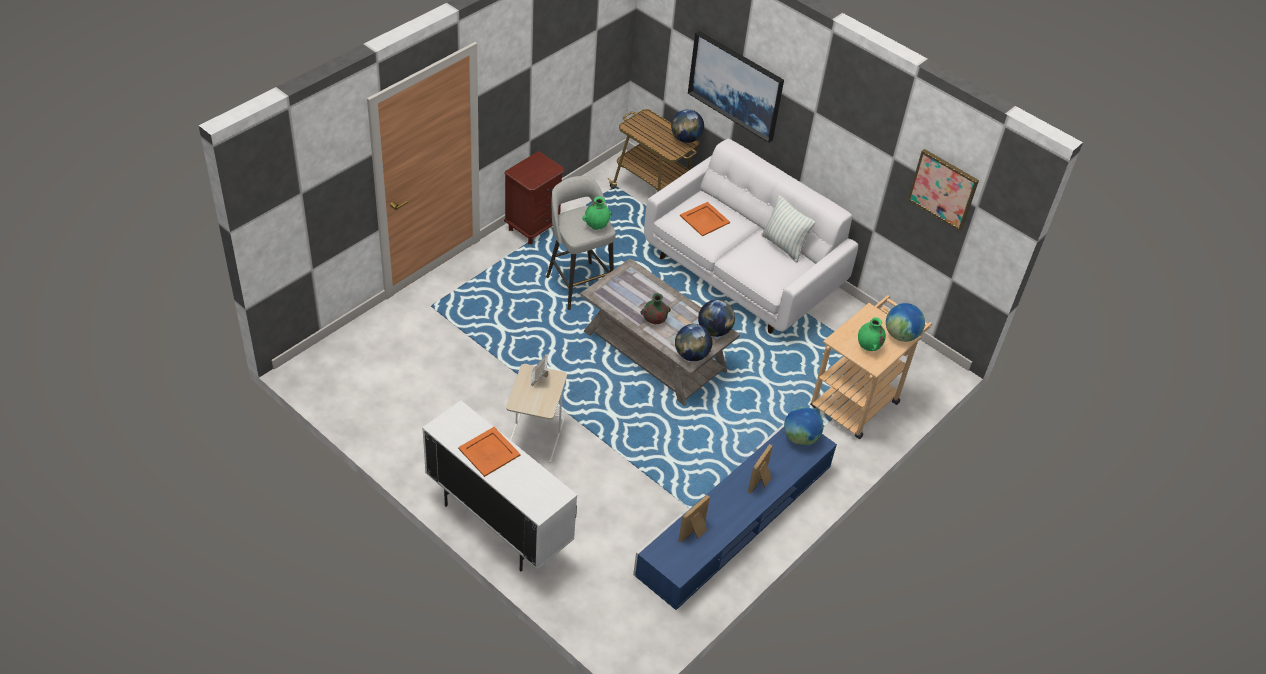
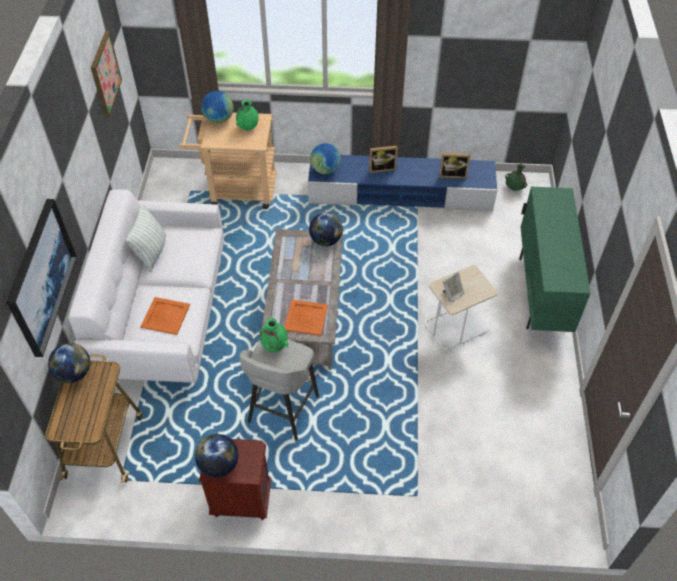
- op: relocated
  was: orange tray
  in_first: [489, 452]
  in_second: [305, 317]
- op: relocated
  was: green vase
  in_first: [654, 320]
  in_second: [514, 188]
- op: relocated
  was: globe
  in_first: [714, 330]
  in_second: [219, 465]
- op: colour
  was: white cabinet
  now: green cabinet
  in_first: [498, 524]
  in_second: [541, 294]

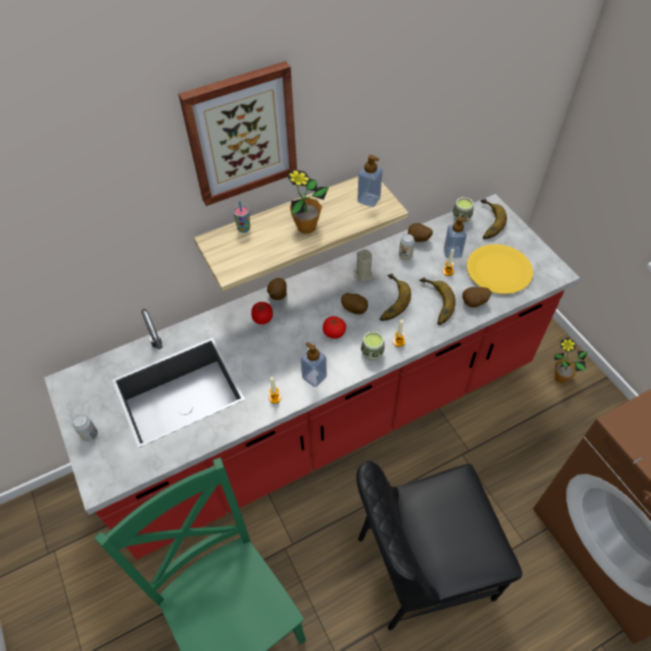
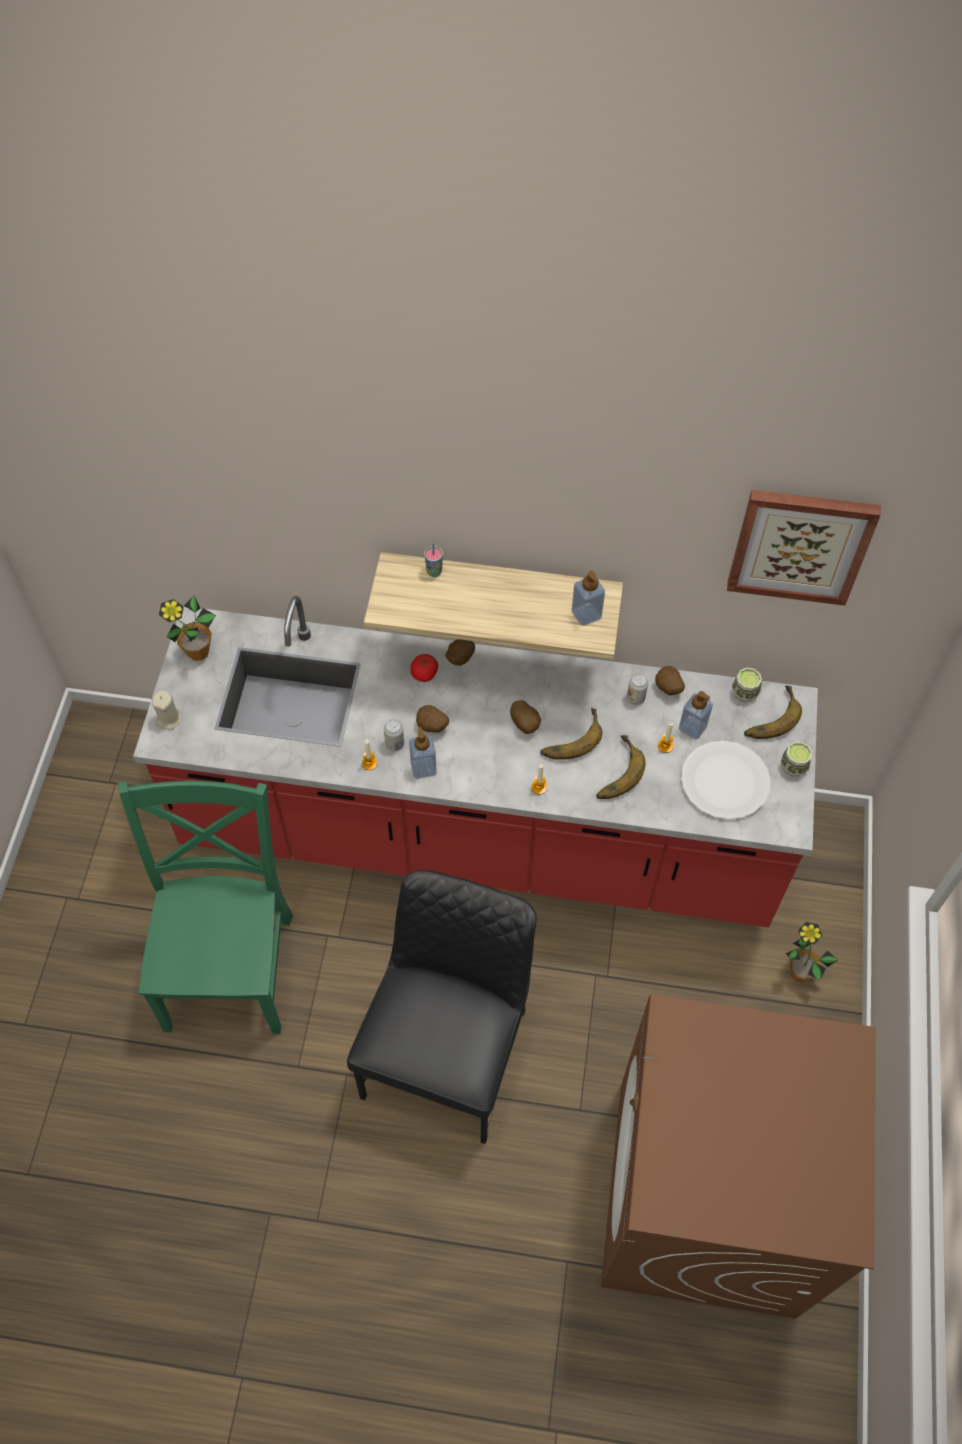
- op: missing
  was: tomato
  in_first: [334, 333]
- op: relocated
  was: can
  in_first: [90, 434]
  in_second: [394, 743]
- op: relocated
  was: picture
  in_first: [241, 134]
  in_second: [800, 545]
- op: relocated
  was: potted plant
  in_first: [306, 227]
  in_second: [198, 652]
- op: relocated
  was: beige candle
  in_first: [362, 275]
  in_second: [168, 719]
- op: relocated
  was: cup
  in_first: [372, 353]
  in_second: [793, 767]
- op: relocated
  was: potato
  in_first: [474, 303]
  in_second: [432, 727]
- op: colour
  was: yellow plate
  now: white plate
  in_first: [498, 270]
  in_second: [724, 781]
- op: spun
  was: black chair
  in_first: [421, 566]
  in_second: [449, 1051]
  clockwise: 90

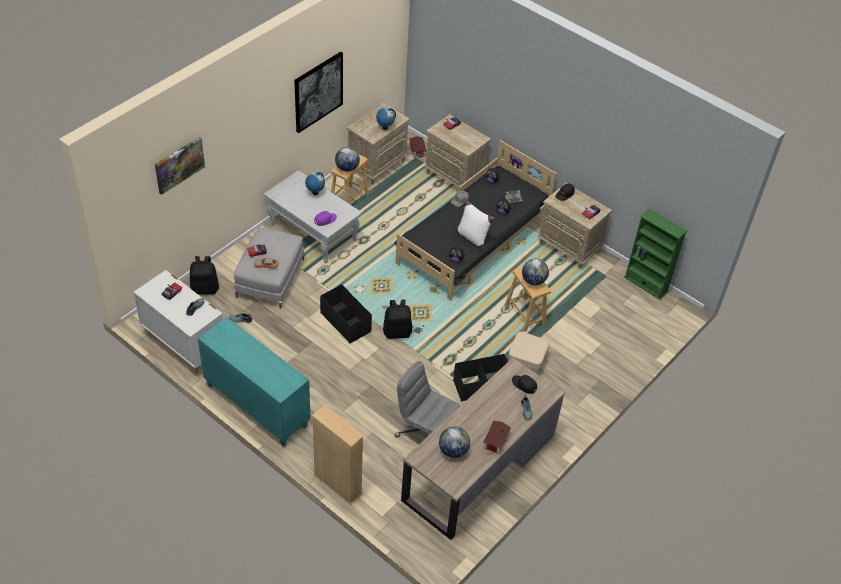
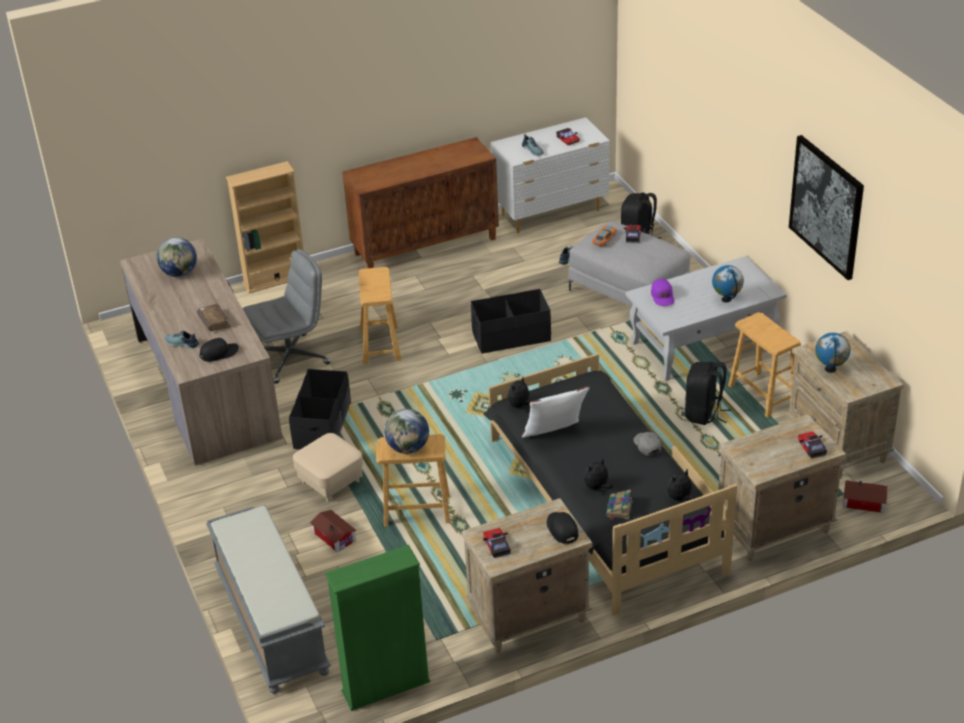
- op: missing
  was: picture
  in_first: [179, 165]
- op: missing
  was: globe
  in_first: [347, 168]
- op: appeared
  now: brown book
  in_second: [214, 322]
- op: appeared
  now: grey bench
  in_second: [270, 621]
- op: appeared
  now: brown stool
  in_second: [380, 345]
- op: relocated
  was: black backpack
  in_first: [397, 332]
  in_second: [704, 413]
- op: relocated
  was: toy house
  in_first: [495, 441]
  in_second: [334, 535]
- op: colour
  was: turquoise cabinet
  now: brown cabinet
  in_first: [256, 405]
  in_second: [426, 246]

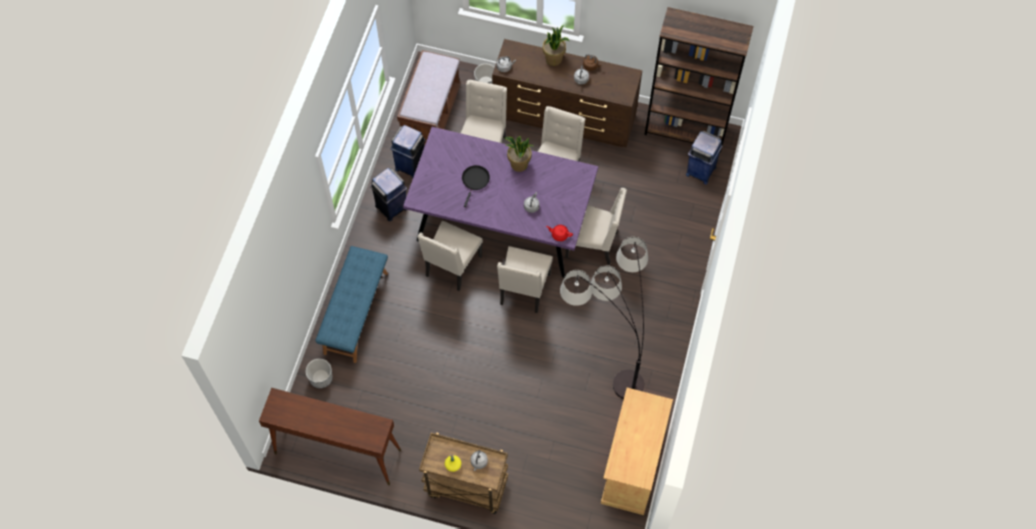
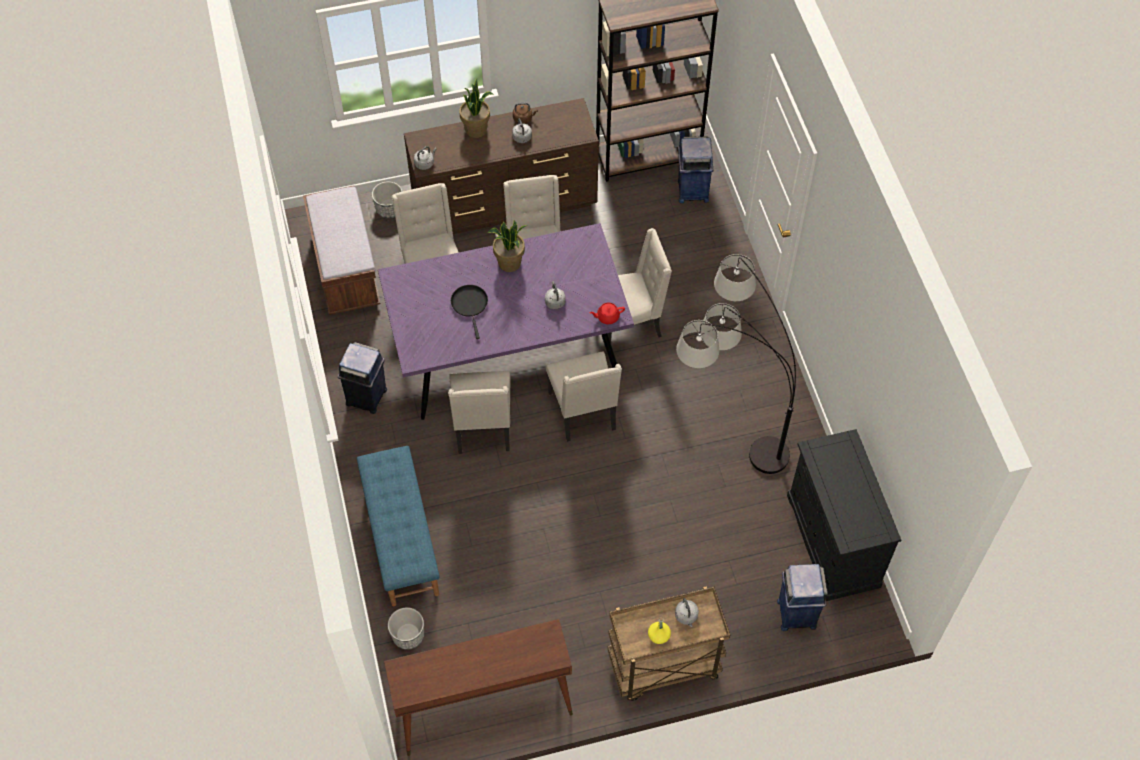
- op: relocated
  was: blue trash can
  in_first: [411, 165]
  in_second: [796, 613]
- op: colour
  was: beige cabinet
  now: black cabinet
  in_first: [632, 466]
  in_second: [832, 541]

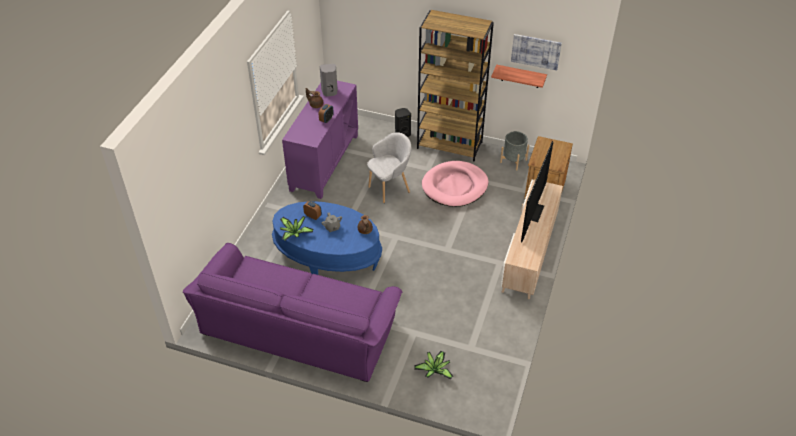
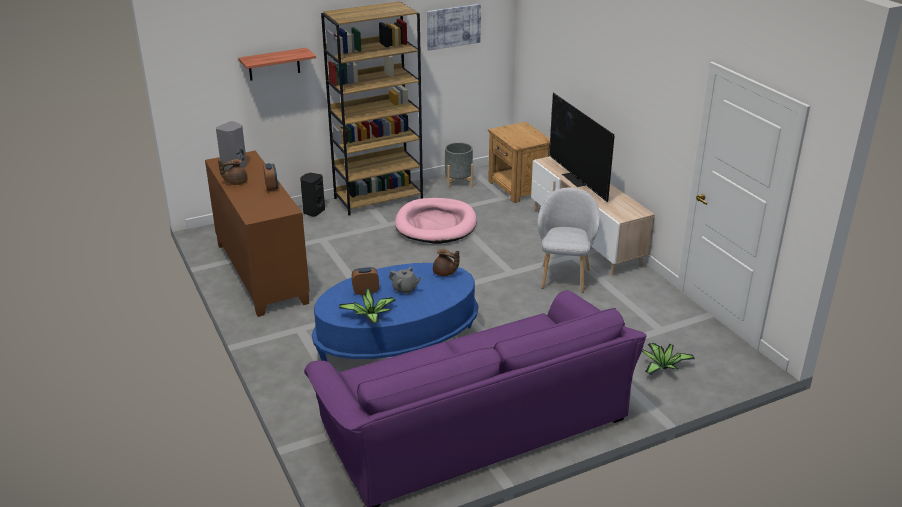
- op: relocated
  was: grey armchair
  in_first: [390, 188]
  in_second: [564, 277]
- op: relocated
  was: shelf
  in_first: [520, 76]
  in_second: [274, 64]
- op: colour
  was: purple cabinet
  now: brown cabinet
  in_first: [324, 162]
  in_second: [260, 273]

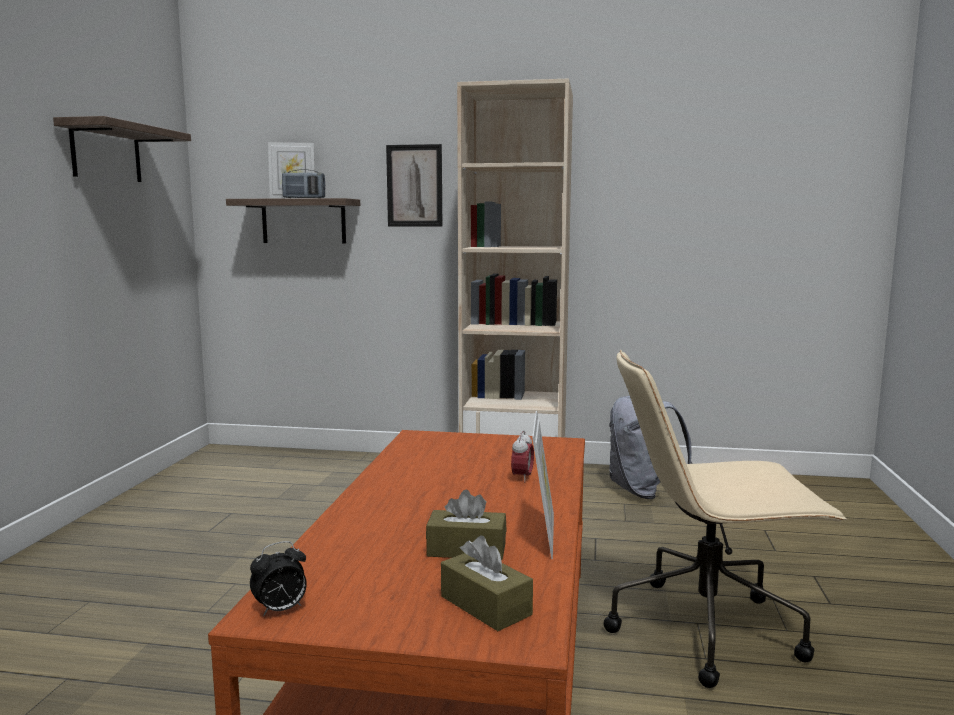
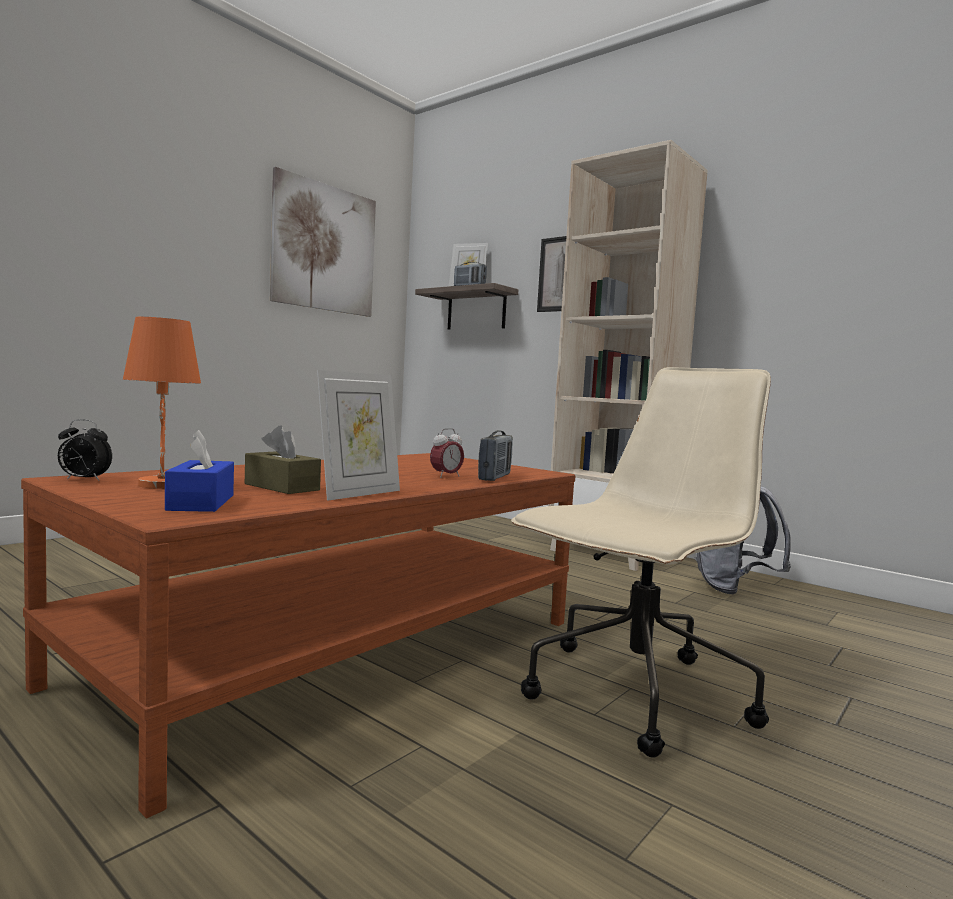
- op: appeared
  now: orange table lamp
  in_second: [161, 484]
- op: appeared
  now: radio
  in_second: [495, 477]
- op: exchanged
  was: shelf
  now: picture
  in_first: [106, 153]
  in_second: [324, 248]
- op: colour
  was: brown tissue box
  now: blue tissue box
  in_first: [485, 605]
  in_second: [201, 502]
- op: spun
  was: beige office chair
  in_first: [708, 629]
  in_second: [635, 696]
  clockwise: 105

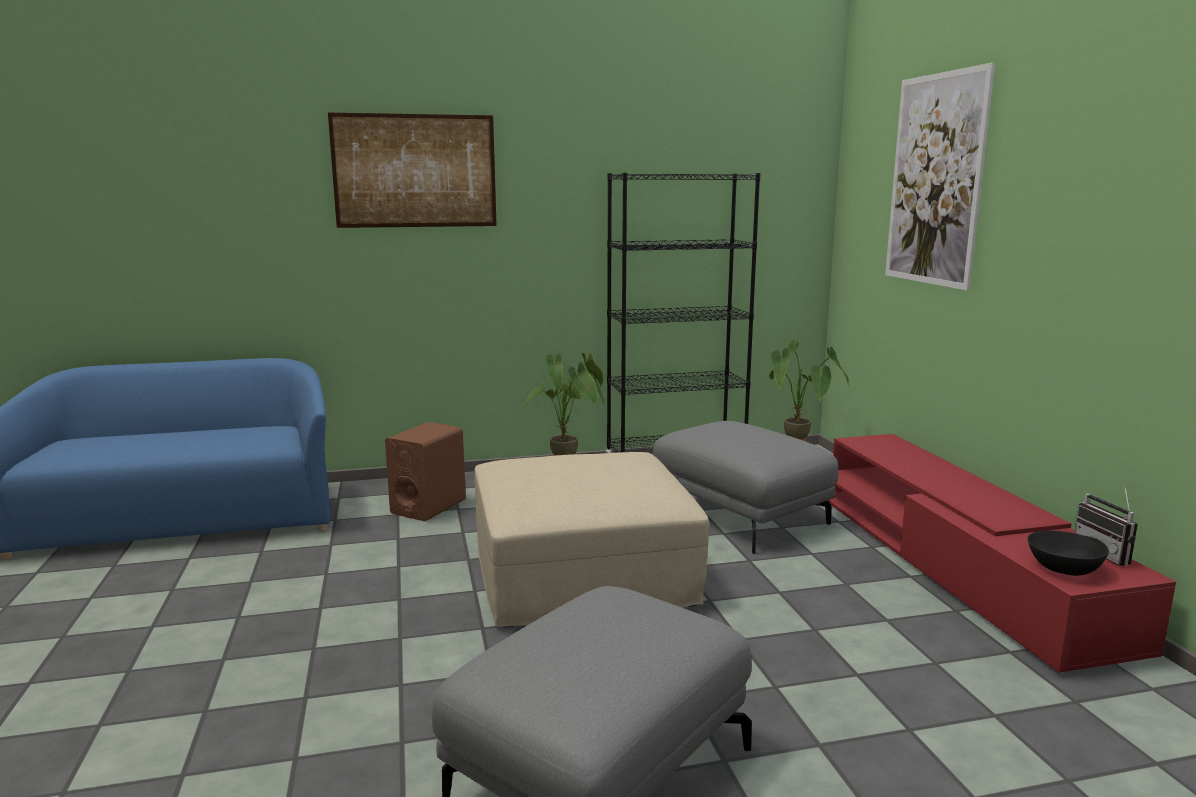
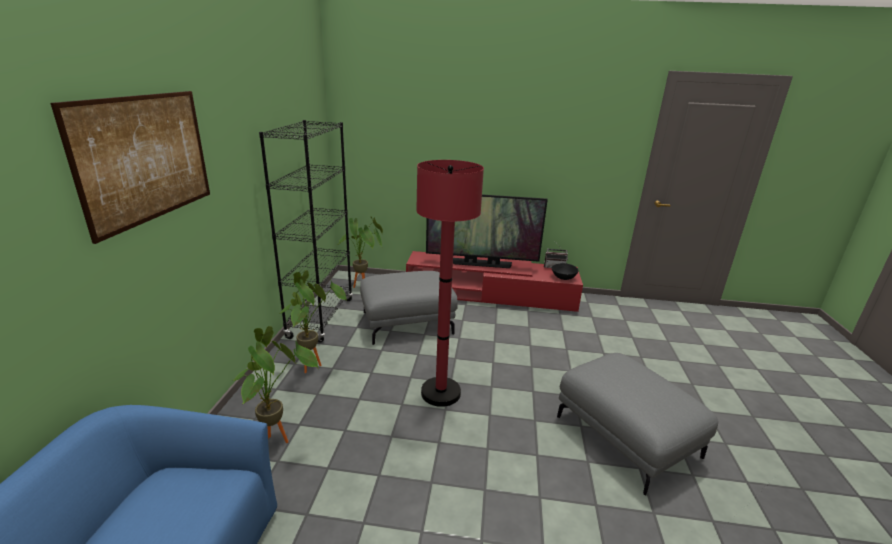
- op: missing
  was: picture
  in_first: [935, 180]
- op: appeared
  now: television
  in_second: [481, 263]
- op: exchanged
  was: brown speaker
  now: potted plant
  in_first: [428, 506]
  in_second: [279, 439]
- op: exchanged
  was: beige ottoman
  now: red floor lamp
  in_first: [582, 572]
  in_second: [440, 393]

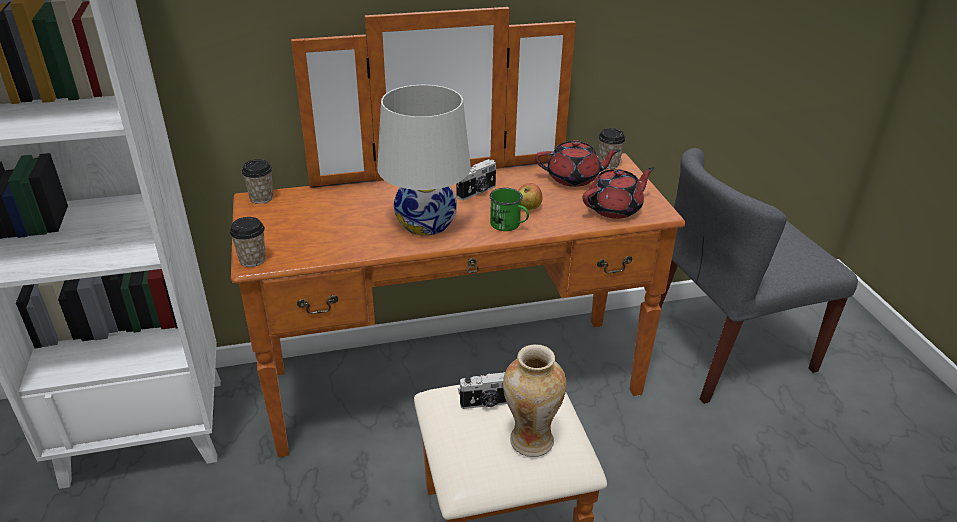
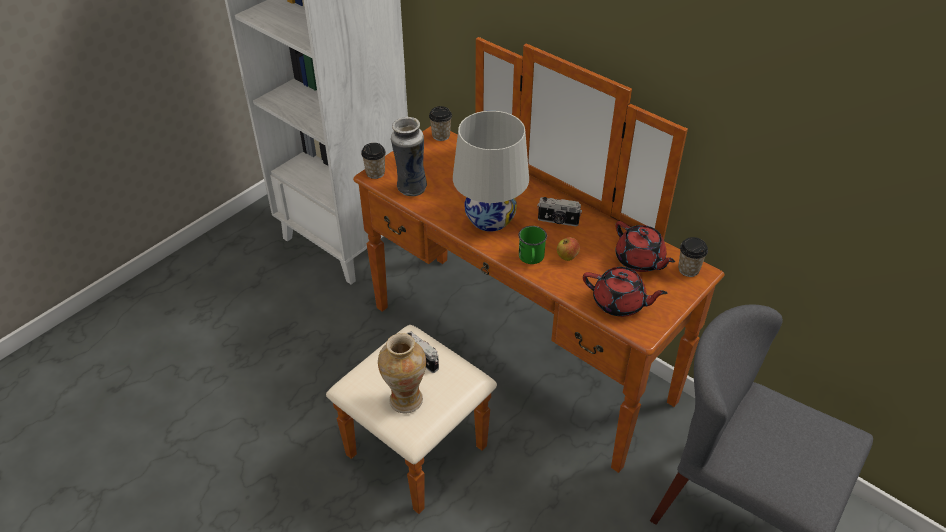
- op: appeared
  now: vase
  in_second: [411, 188]

